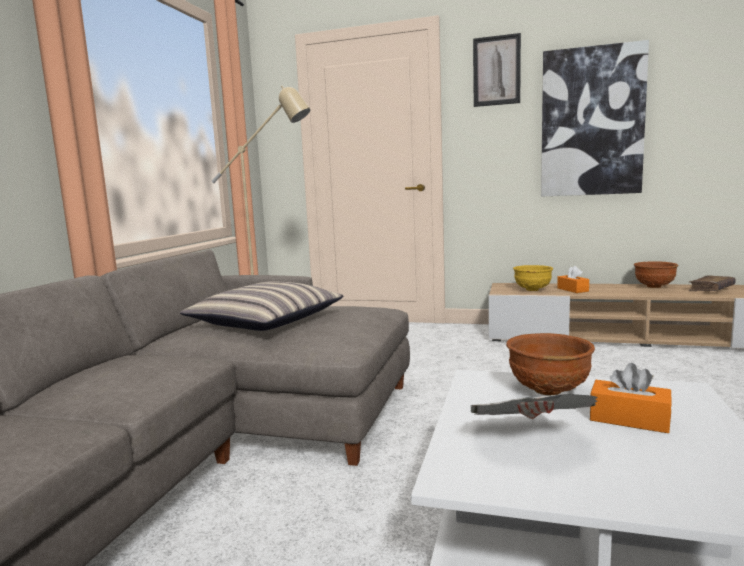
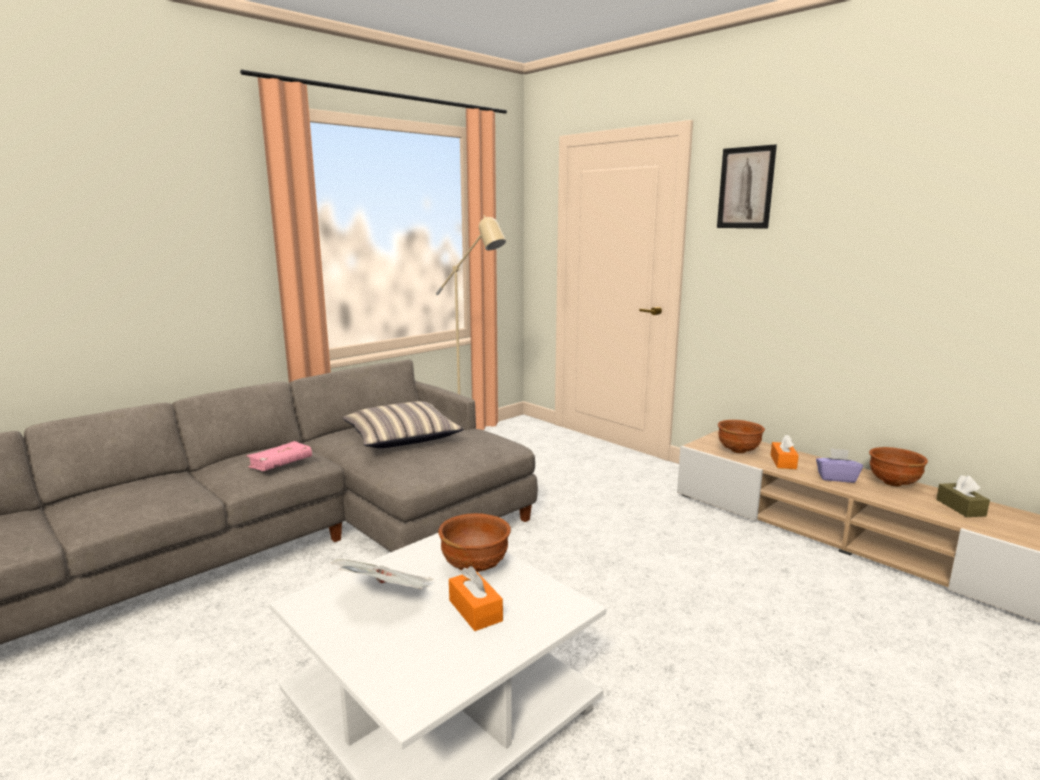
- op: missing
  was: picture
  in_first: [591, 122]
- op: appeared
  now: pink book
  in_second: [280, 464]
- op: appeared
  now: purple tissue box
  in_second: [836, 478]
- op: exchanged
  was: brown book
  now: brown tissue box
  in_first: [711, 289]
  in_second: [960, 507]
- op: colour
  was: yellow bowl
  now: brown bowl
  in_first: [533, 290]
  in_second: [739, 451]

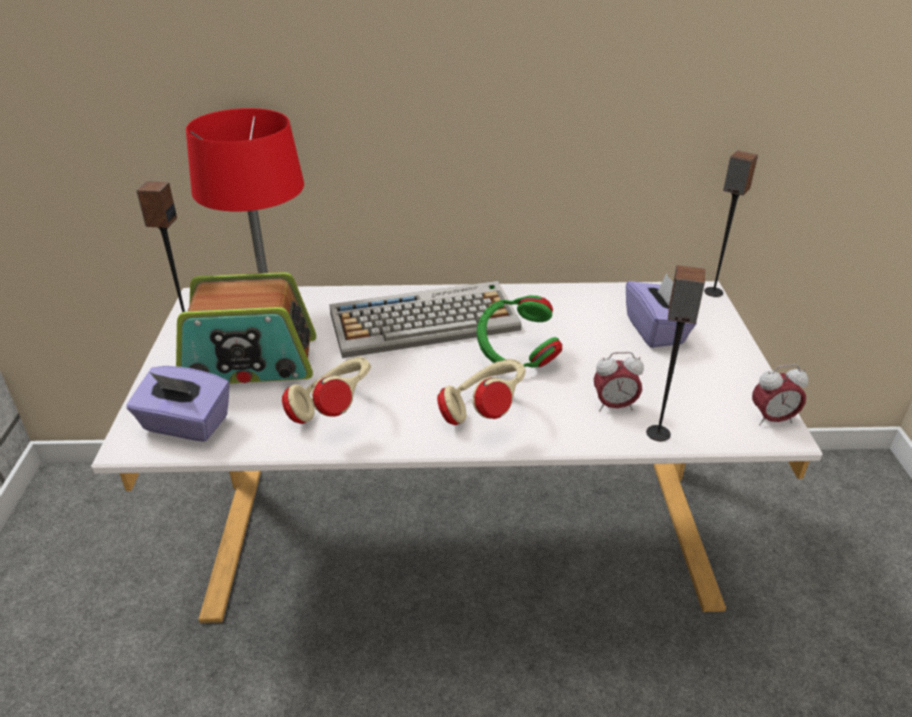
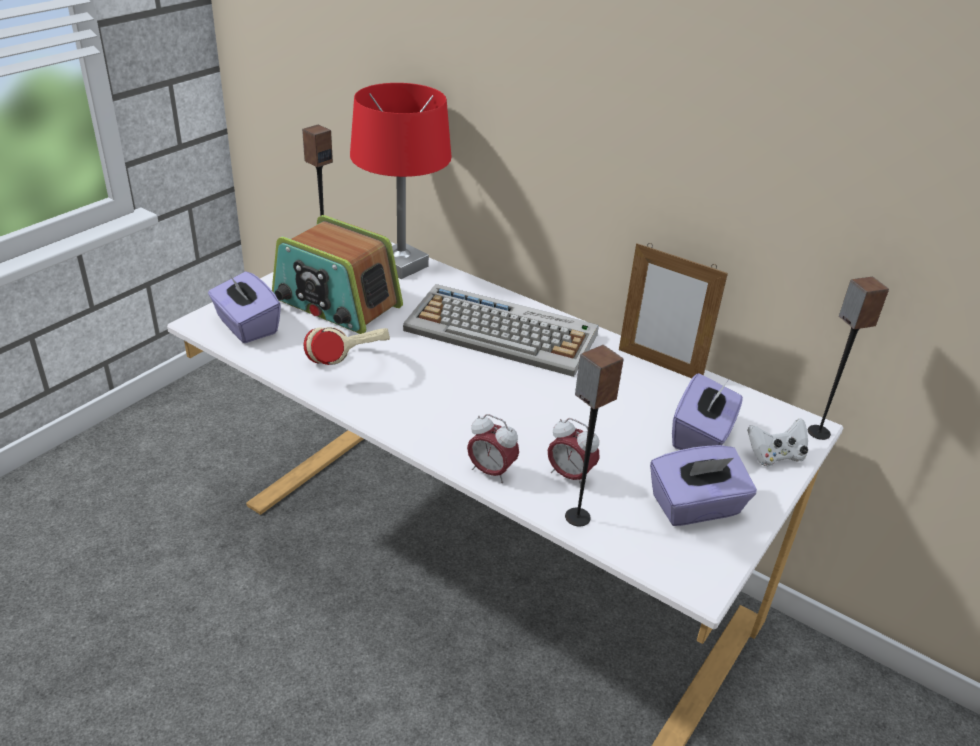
- op: missing
  was: beige headphones
  in_first: [484, 413]
- op: missing
  was: green headphones
  in_first: [516, 357]
- op: appeared
  now: picture frame
  in_second: [659, 365]
- op: appeared
  now: purple tissue box
  in_second: [696, 507]
- op: appeared
  now: white game controller
  in_second: [775, 456]
- op: relocated
  was: alarm clock
  in_first: [772, 419]
  in_second: [491, 472]

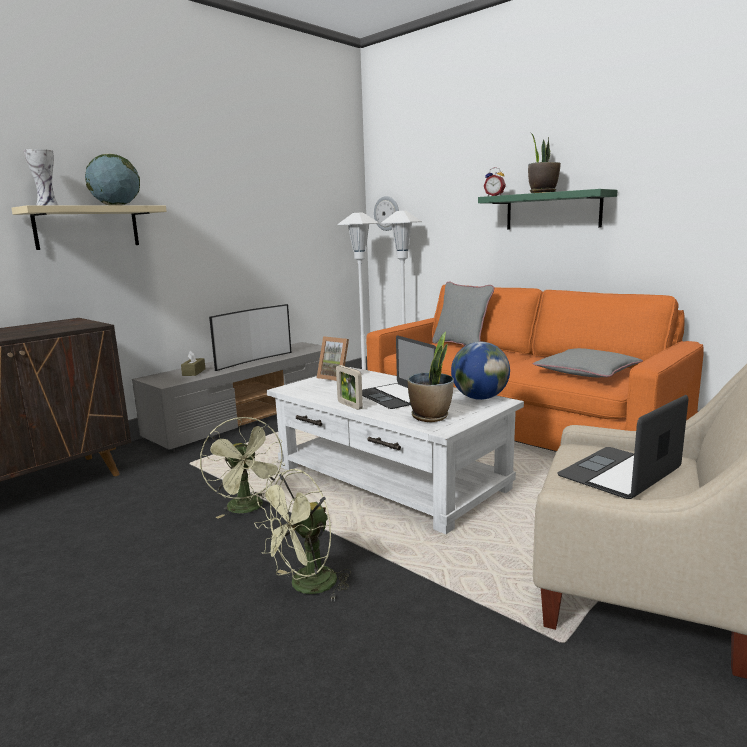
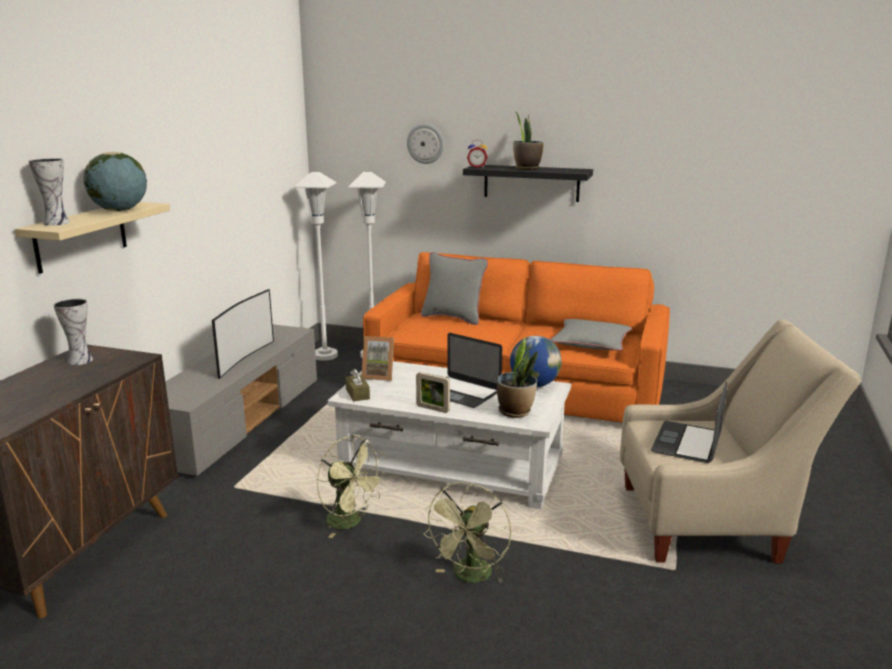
- op: appeared
  now: vase
  in_second: [80, 360]
- op: relocated
  was: brown tissue box
  in_first: [194, 372]
  in_second: [357, 394]
- op: relocated
  was: wall clock
  in_first: [387, 213]
  in_second: [425, 143]
- op: colour
  was: green shelf
  now: black shelf
  in_first: [552, 211]
  in_second: [531, 183]

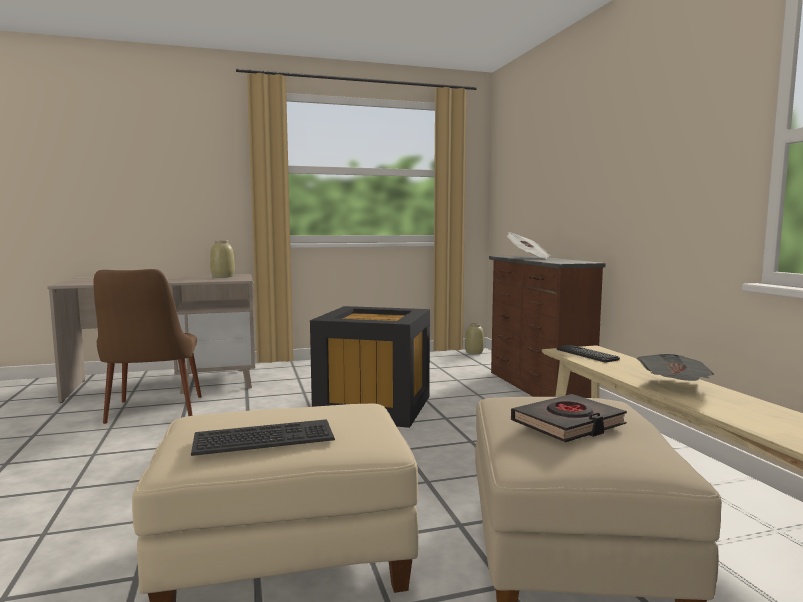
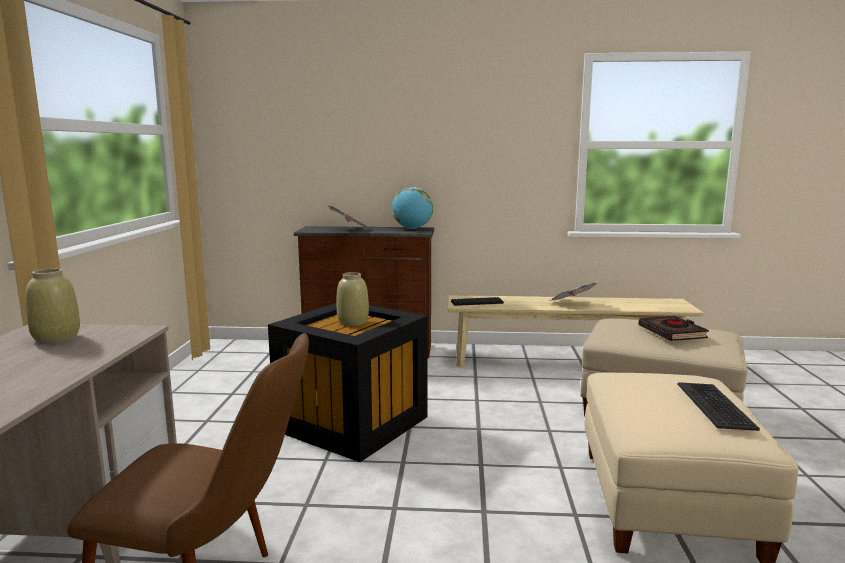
- op: appeared
  now: globe
  in_second: [412, 228]
- op: relocated
  was: beige vase
  in_first: [474, 352]
  in_second: [353, 322]

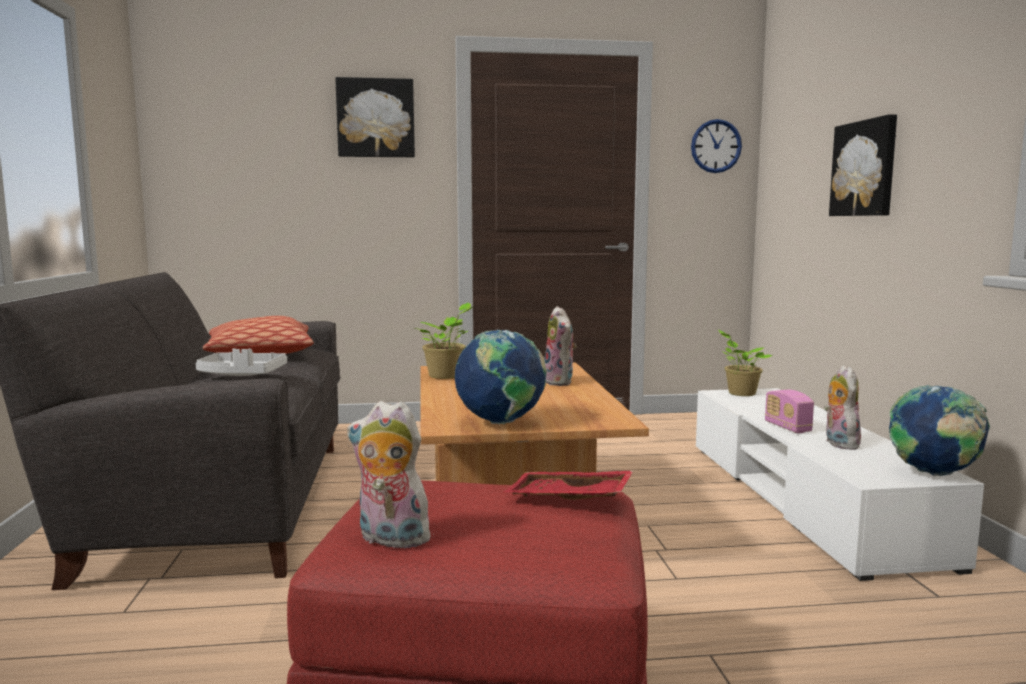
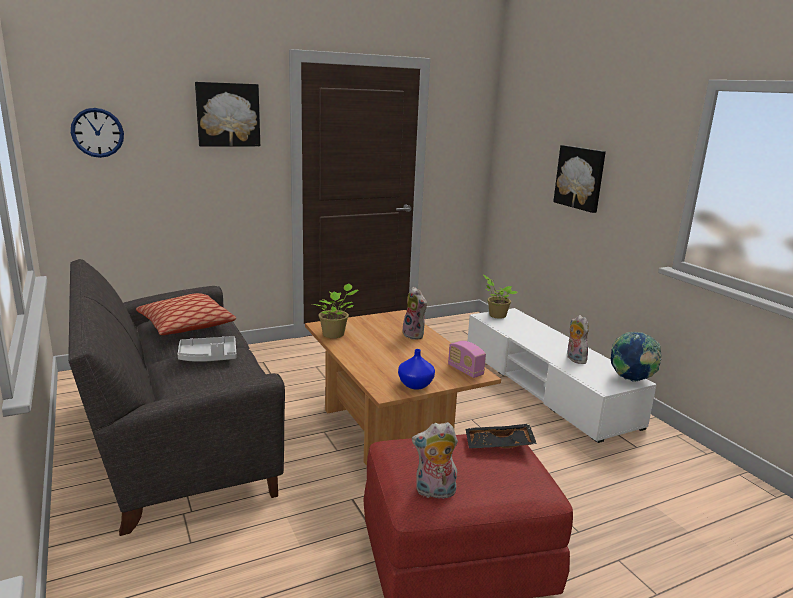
- op: relocated
  was: wall clock
  in_first: [716, 146]
  in_second: [97, 132]
- op: relocated
  was: radio
  in_first: [787, 427]
  in_second: [465, 370]
- op: exchanged
  was: globe
  now: blue vase
  in_first: [501, 423]
  in_second: [416, 384]
- op: colour
  was: red tray
  now: black tray
  in_first: [568, 499]
  in_second: [499, 445]

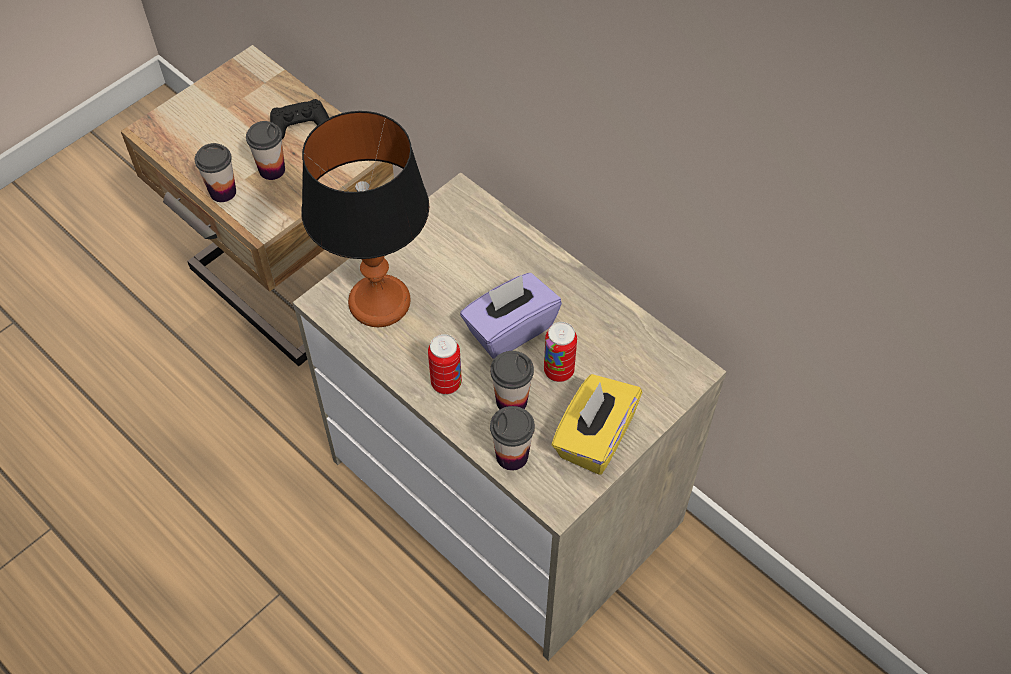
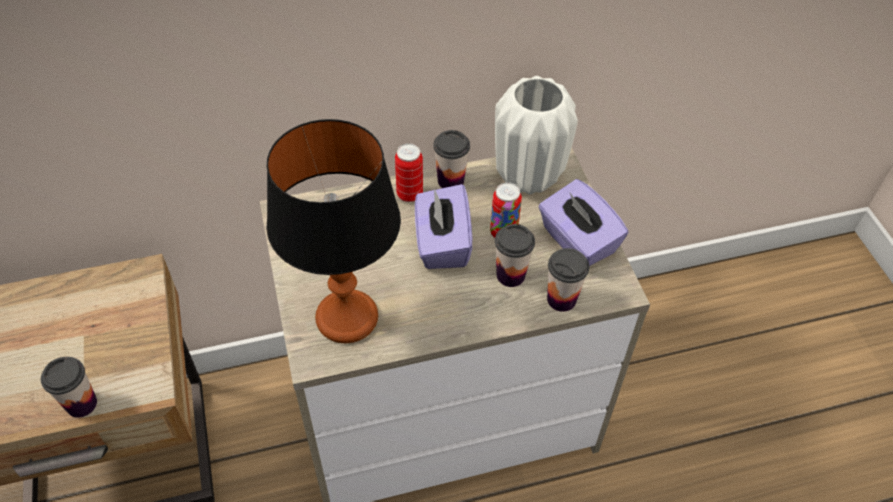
- op: missing
  was: black game controller
  in_first: [299, 124]
- op: appeared
  now: white vase
  in_second: [528, 176]
- op: relocated
  was: cup
  in_first: [272, 170]
  in_second: [450, 180]
- op: relocated
  was: can
  in_first: [446, 383]
  in_second: [409, 194]
- op: colour
  was: yellow tissue box
  now: purple tissue box
  in_first: [594, 437]
  in_second: [577, 241]

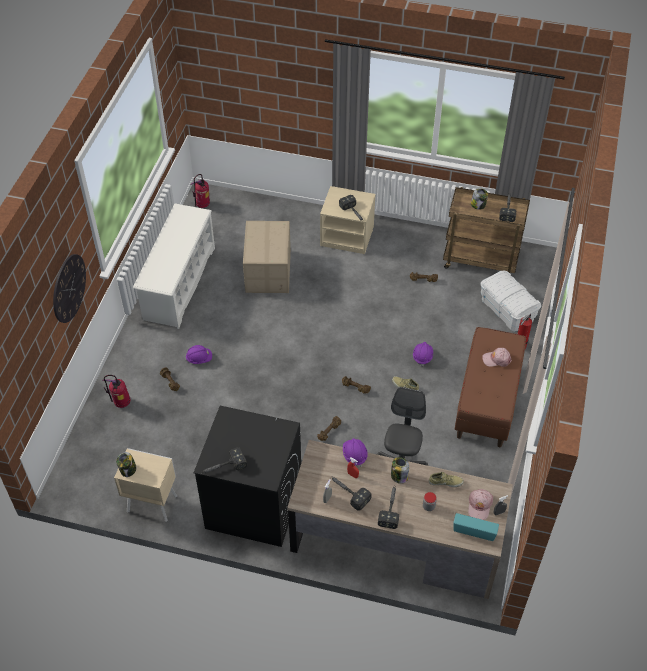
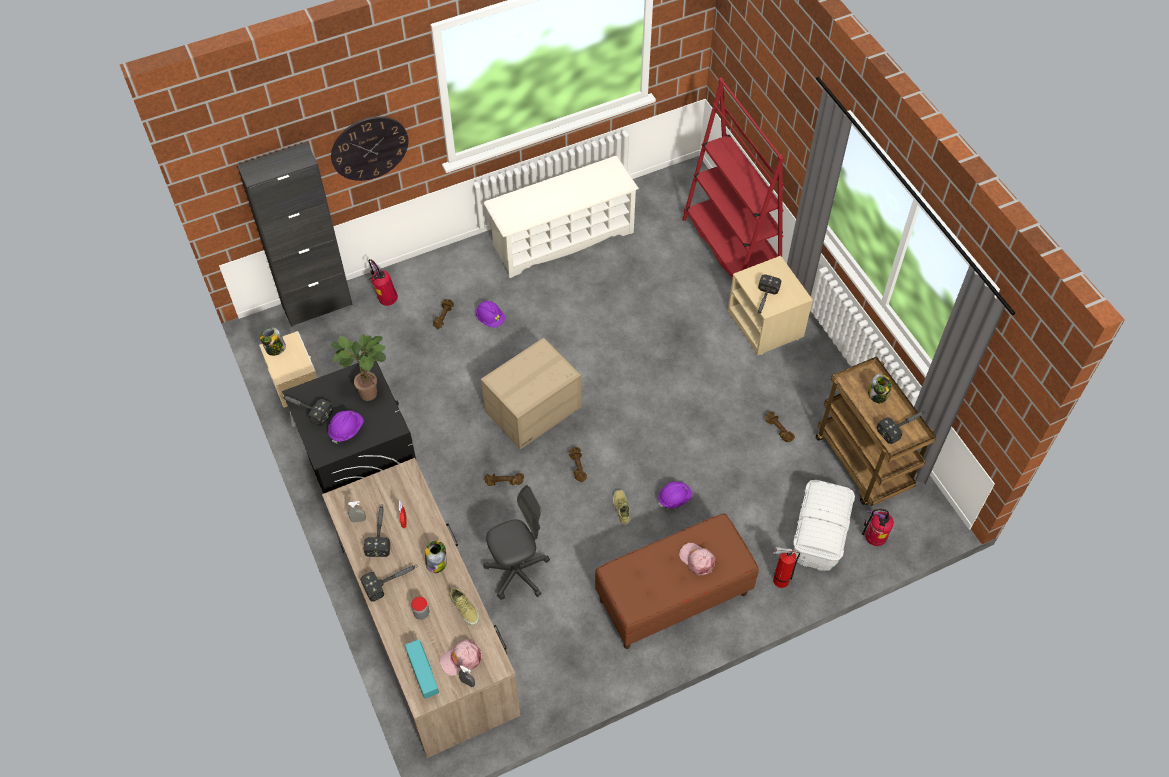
- op: appeared
  now: black cabinet
  in_second: [317, 305]
- op: appeared
  now: potted plant
  in_second: [371, 392]
- op: appeared
  now: red bookcase
  in_second: [731, 247]
- op: relocated
  was: fire extinguisher
  in_first: [202, 205]
  in_second: [873, 539]
- op: relocated
  was: cardboard box
  in_first: [268, 271]
  in_second: [533, 410]
- op: relocated
  was: purple hard hat
  in_first: [354, 455]
  in_second: [346, 430]

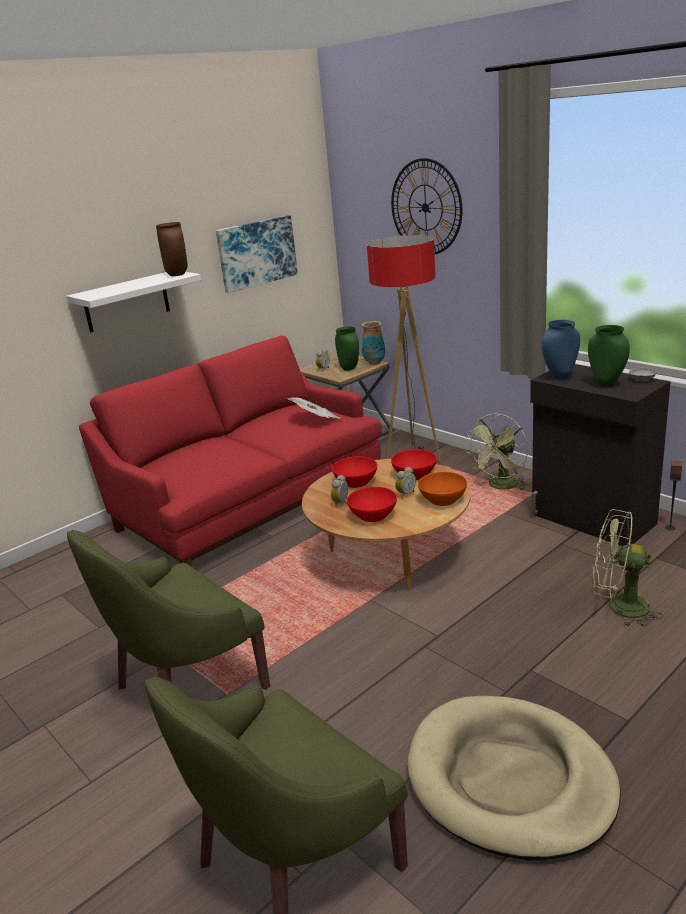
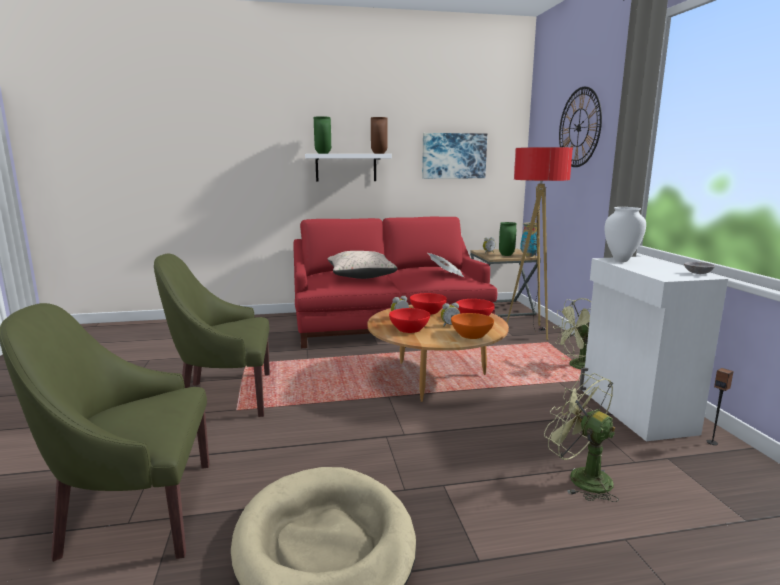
- op: appeared
  now: beige pillow
  in_second: [361, 276]
- op: relocated
  was: green vase
  in_first: [607, 384]
  in_second: [323, 153]
- op: colour
  was: black cabinet
  now: white cabinet
  in_first: [592, 520]
  in_second: [635, 411]
- op: colour
  was: blue vase
  now: white vase
  in_first: [560, 377]
  in_second: [621, 260]

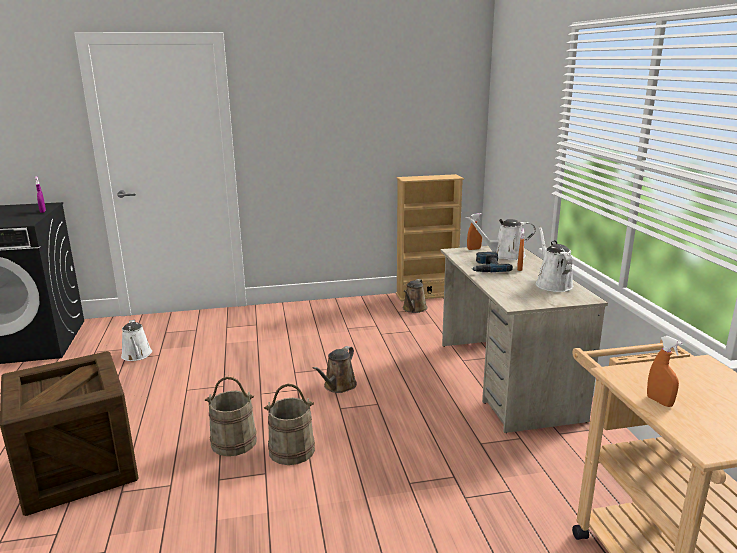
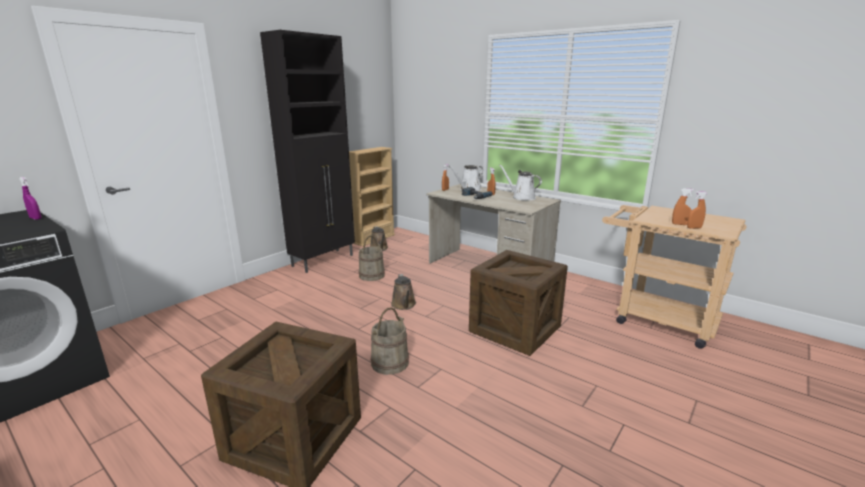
- op: missing
  was: white watering can
  in_first: [137, 355]
- op: appeared
  now: black cabinet
  in_second: [324, 260]
- op: appeared
  now: crate
  in_second: [515, 329]
- op: appeared
  now: orange spray bottle
  in_second: [694, 228]
- op: relocated
  was: beige bucket
  in_first: [291, 450]
  in_second: [371, 275]

